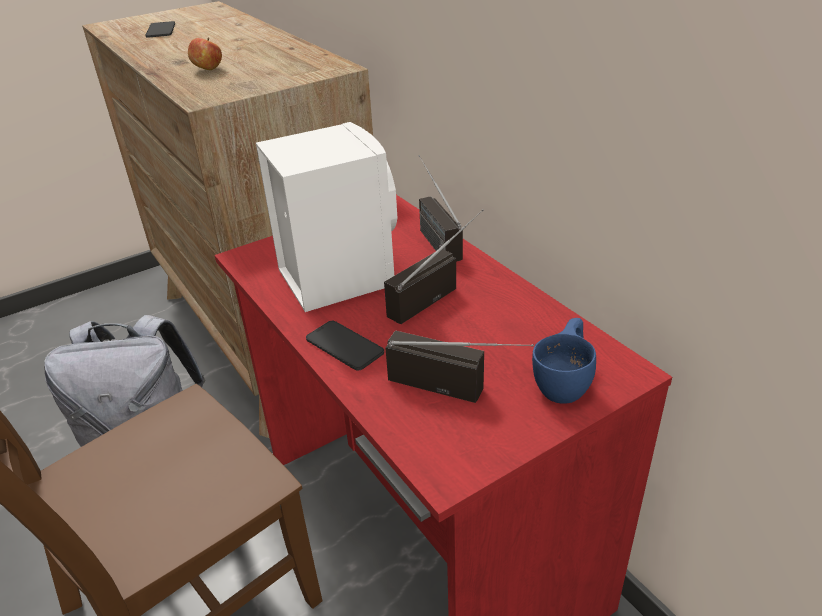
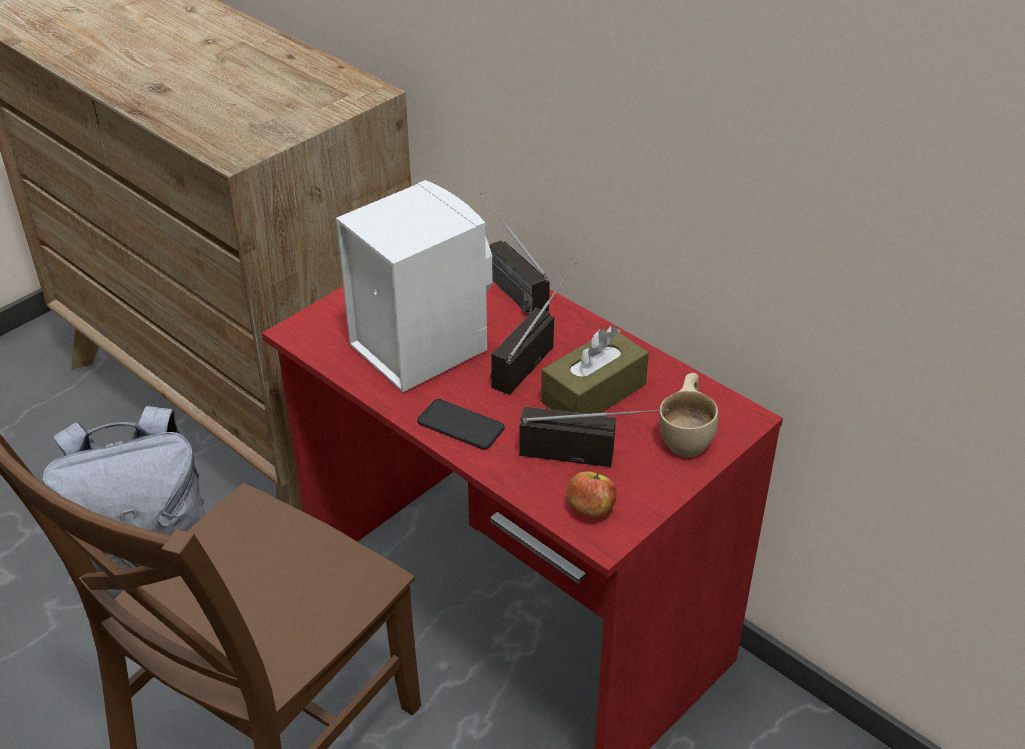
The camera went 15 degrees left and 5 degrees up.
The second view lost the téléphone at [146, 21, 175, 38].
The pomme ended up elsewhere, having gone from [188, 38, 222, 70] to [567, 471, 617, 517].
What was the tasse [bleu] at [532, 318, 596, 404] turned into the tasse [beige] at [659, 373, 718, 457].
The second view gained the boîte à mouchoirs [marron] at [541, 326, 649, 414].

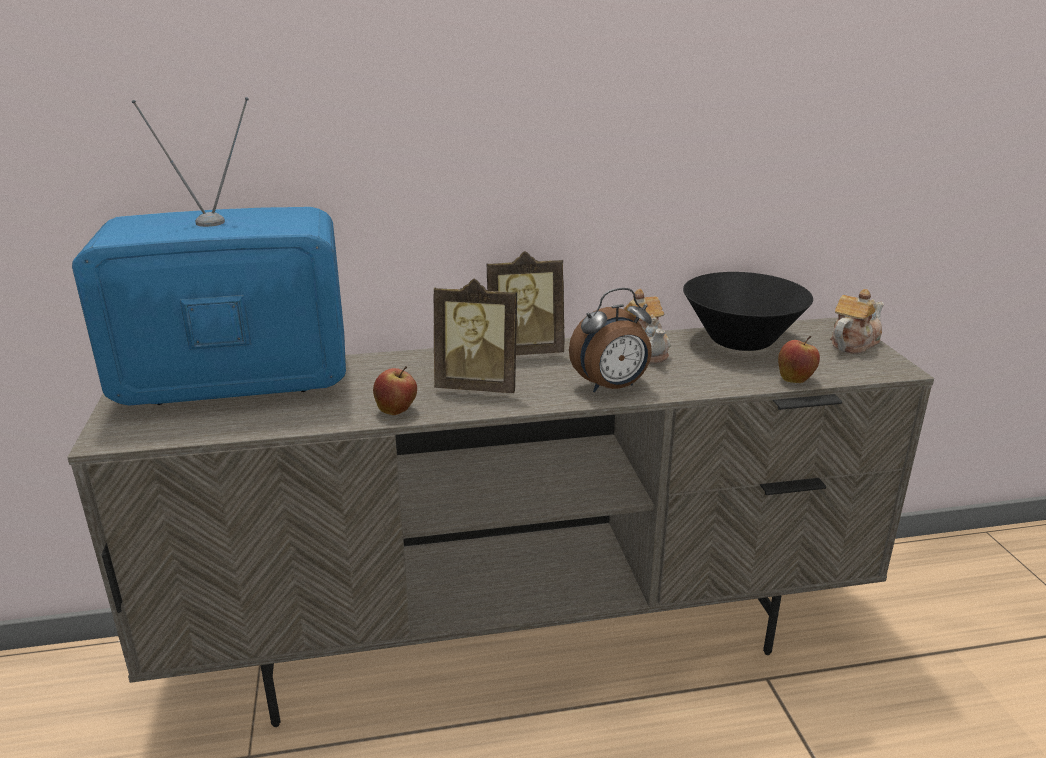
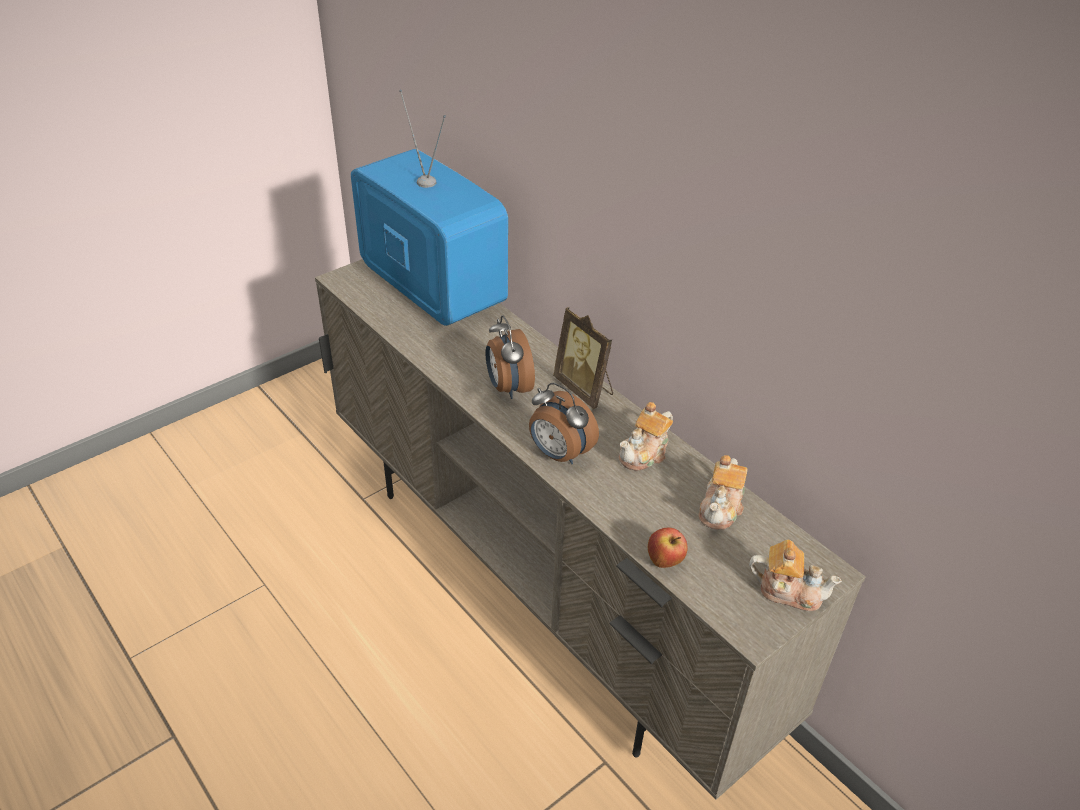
The camera went 60 degrees right and 15 degrees up.
The second view lost the pomme at [373, 366, 417, 415].
Where the cadre photo stood at [433, 278, 517, 393], the réveil came to stand at [486, 315, 535, 399].
Where the bol [noir] stood at [683, 272, 813, 351], the théière came to stand at [699, 455, 747, 530].

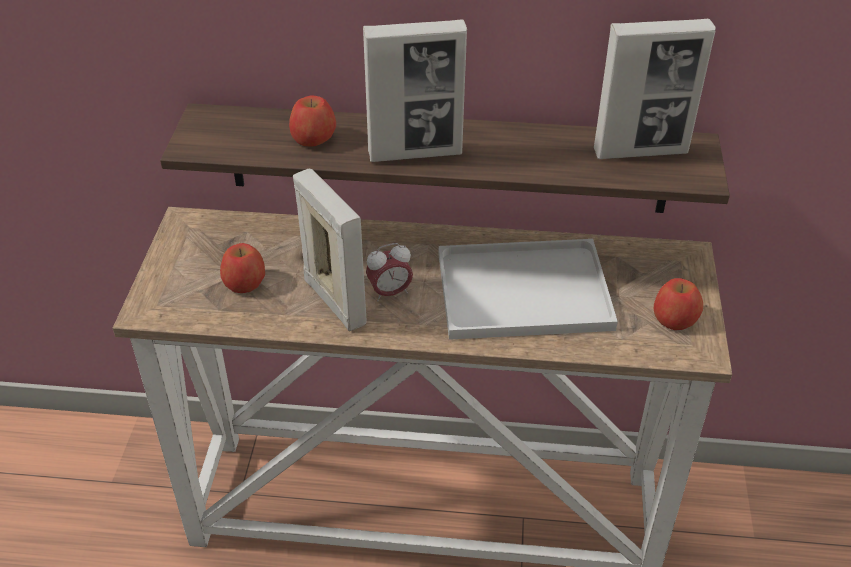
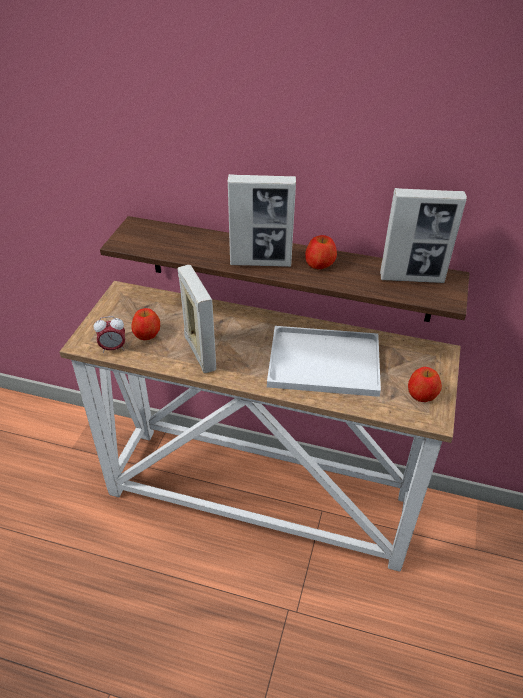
The camera went 10 degrees right and 0 degrees up.
The pomme ended up elsewhere, having gone from [289, 96, 336, 147] to [305, 235, 337, 269].
The réveil ended up elsewhere, having gone from [366, 243, 413, 301] to [94, 316, 125, 353].

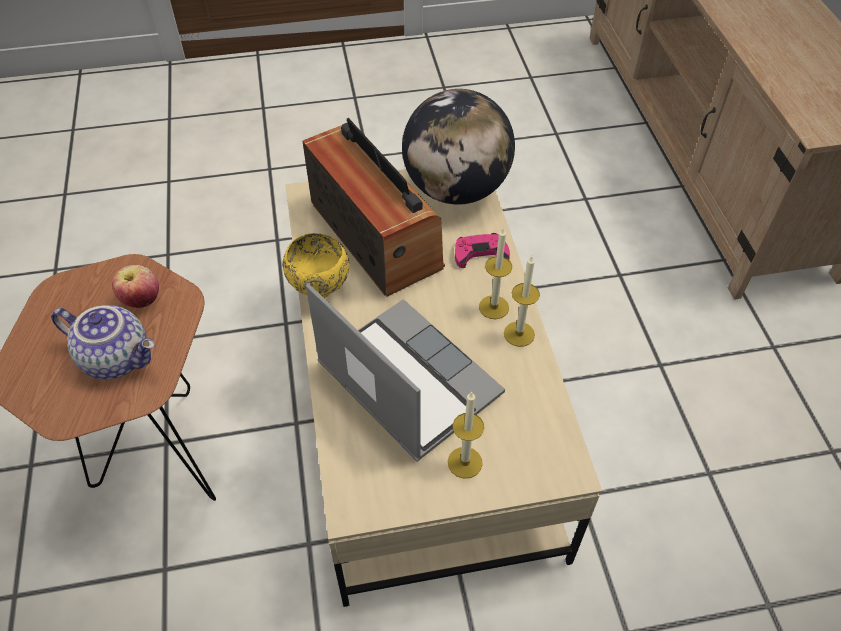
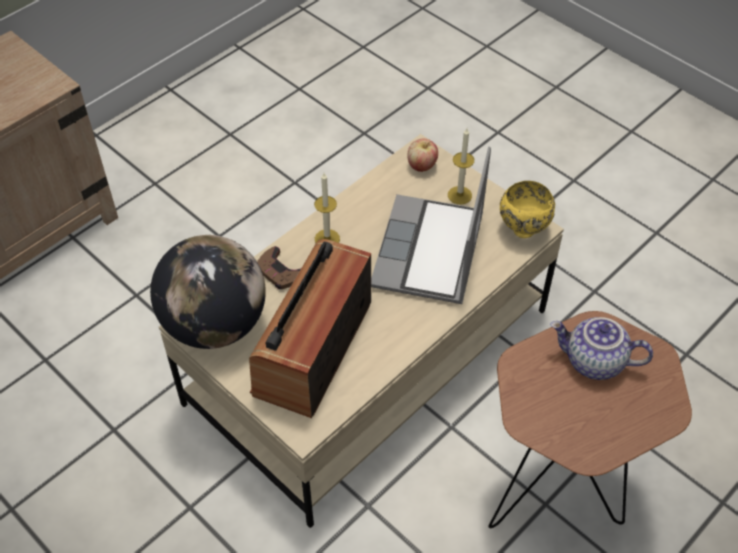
The camera went 125 degrees left and 0 degrees up.
The théière at [51, 305, 155, 379] ended up facing another way, 60 degrees counterclockwise from before.
The pomme ended up elsewhere, having gone from [112, 265, 159, 308] to [407, 139, 438, 172].
The bol [jaune] ended up elsewhere, having gone from [282, 233, 350, 298] to [500, 181, 555, 238].
What was the manette [rose] at [455, 233, 510, 268] turned into the manette [marron] at [257, 246, 301, 289].
The second view lost the bougie at [504, 256, 540, 347].

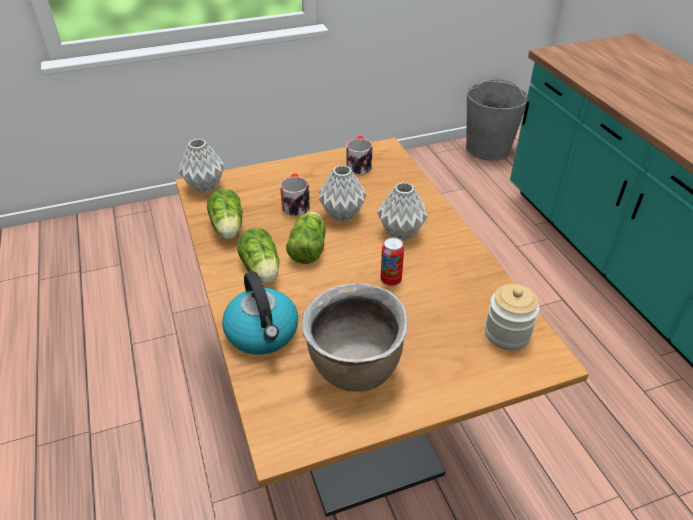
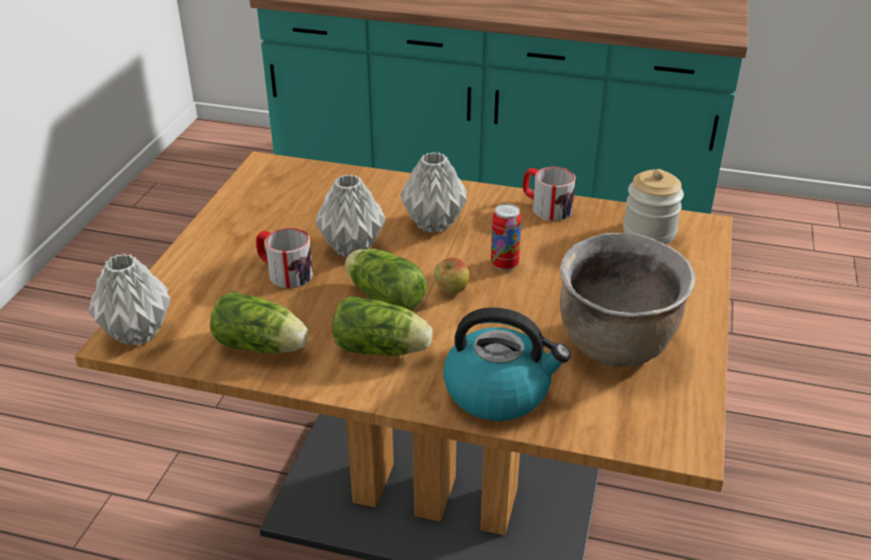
The camera went 55 degrees left and 5 degrees down.
The mug ended up elsewhere, having gone from [346, 136, 373, 174] to [523, 167, 576, 221].
The second view lost the seau [gris] at [466, 79, 528, 161].
The second view gained the pomme at [434, 258, 469, 294].

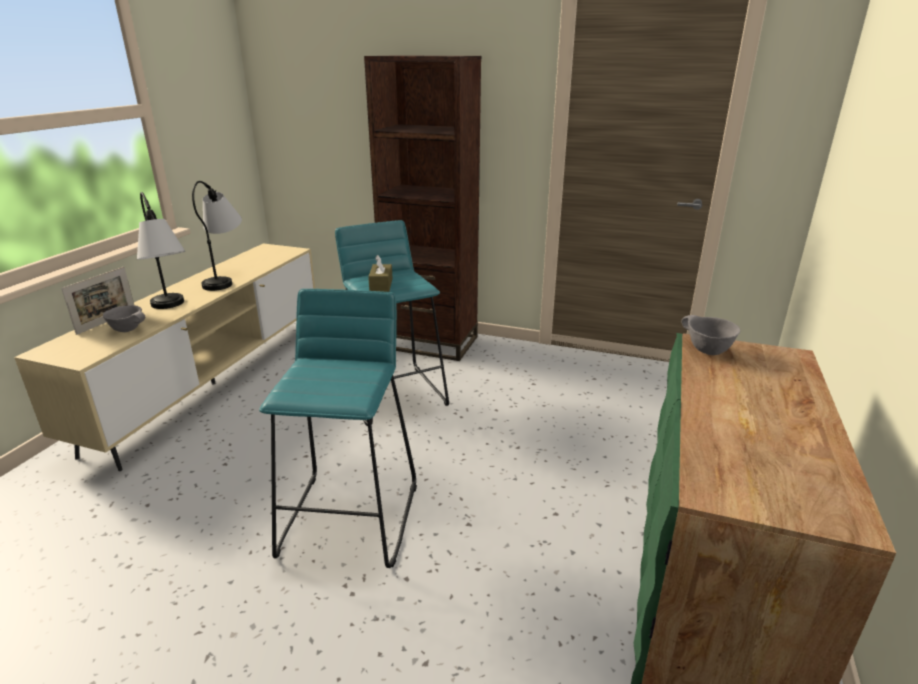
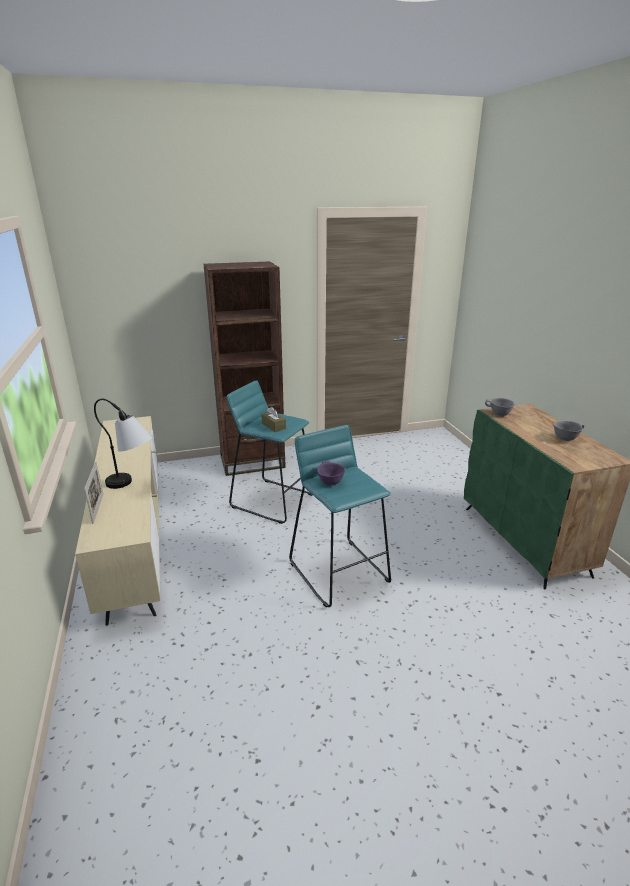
The camera went 35 degrees left and 0 degrees up.
The bol [gris] ended up elsewhere, having gone from [103, 305, 145, 332] to [553, 421, 584, 441].
The second view lost the lampe de table at [192, 181, 242, 291].
The second view gained the bol [violet] at [317, 461, 345, 486].

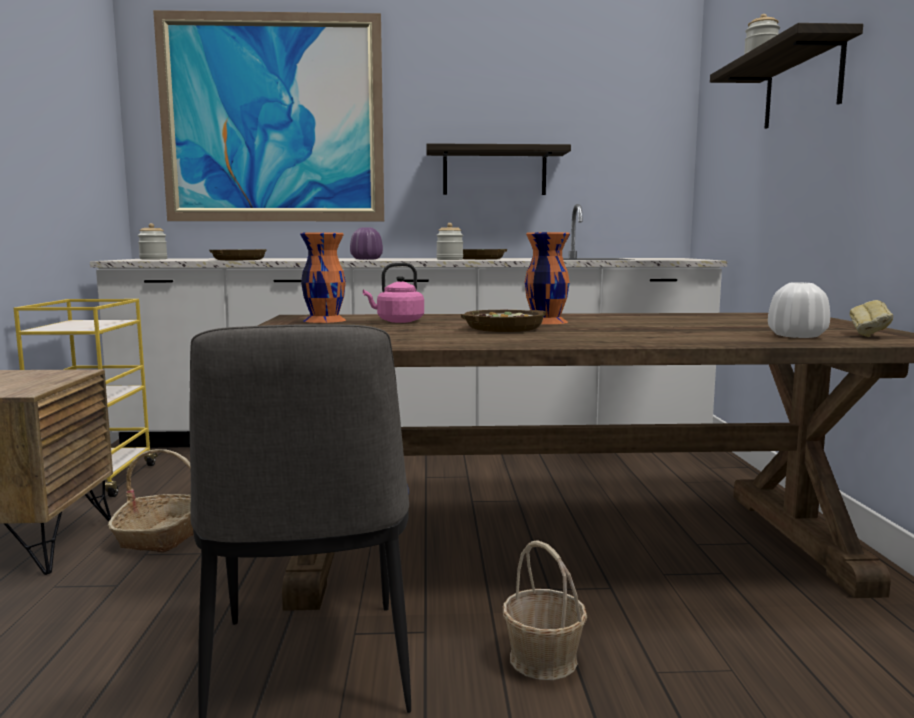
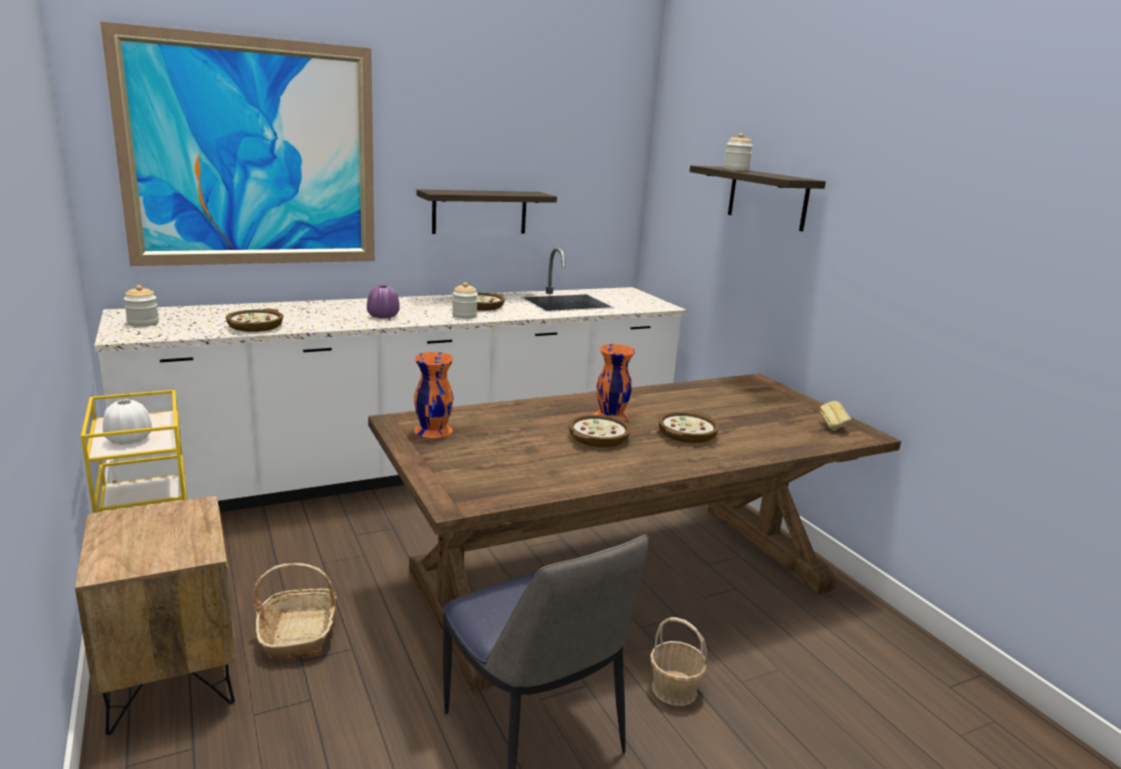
The camera went 25 degrees left and 10 degrees up.
The second view lost the bouilloire [rose] at [363, 263, 424, 323].
The vase [blanc] ended up elsewhere, having gone from [768, 282, 830, 338] to [103, 399, 152, 445].
The second view gained the bol at [658, 412, 719, 443].

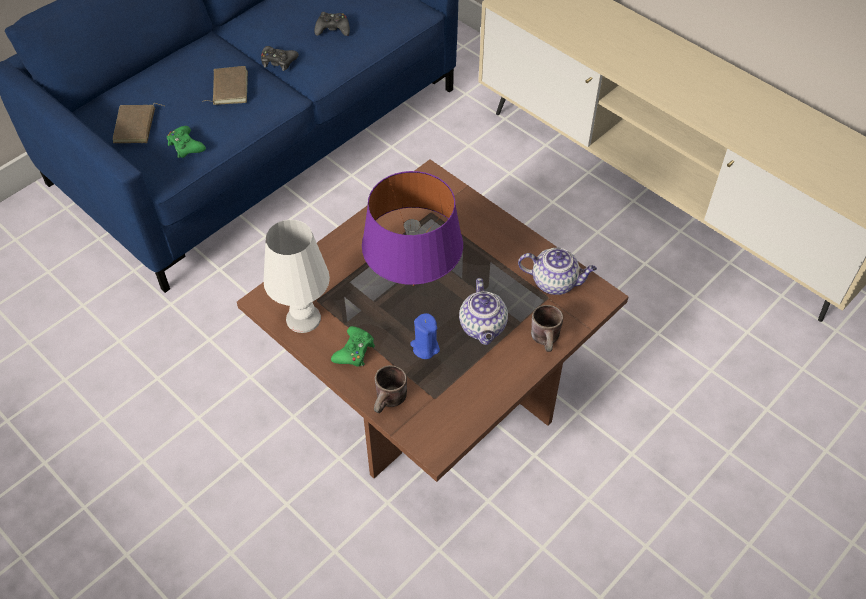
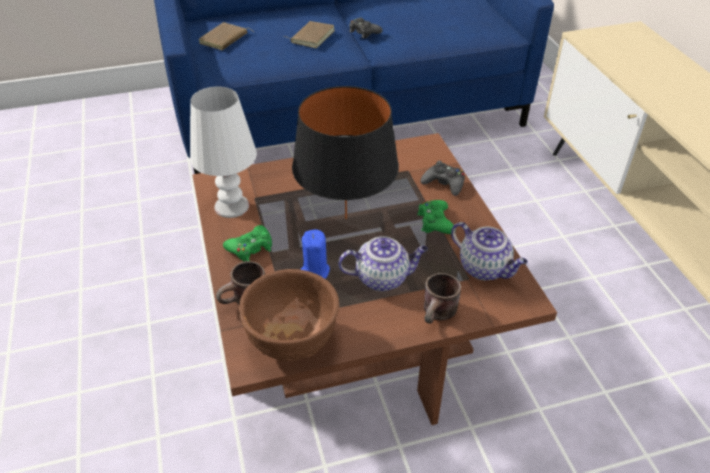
The camera went 30 degrees right and 10 degrees down.
The manette [vert] ended up elsewhere, having gone from [167, 126, 206, 158] to [417, 200, 456, 234].
The manette [noir] ended up elsewhere, having gone from [314, 12, 350, 36] to [421, 161, 465, 196].
What was the lampe de table [violet] at [362, 171, 463, 286] turned into the lampe de table [noir] at [292, 86, 399, 219].
The théière at [459, 278, 508, 345] ended up facing another way, 120 degrees counterclockwise from before.
The second view gained the bol [marron] at [239, 269, 339, 361].

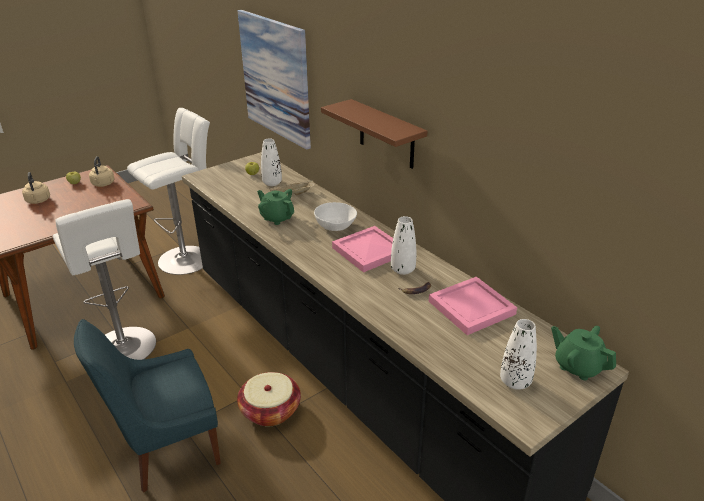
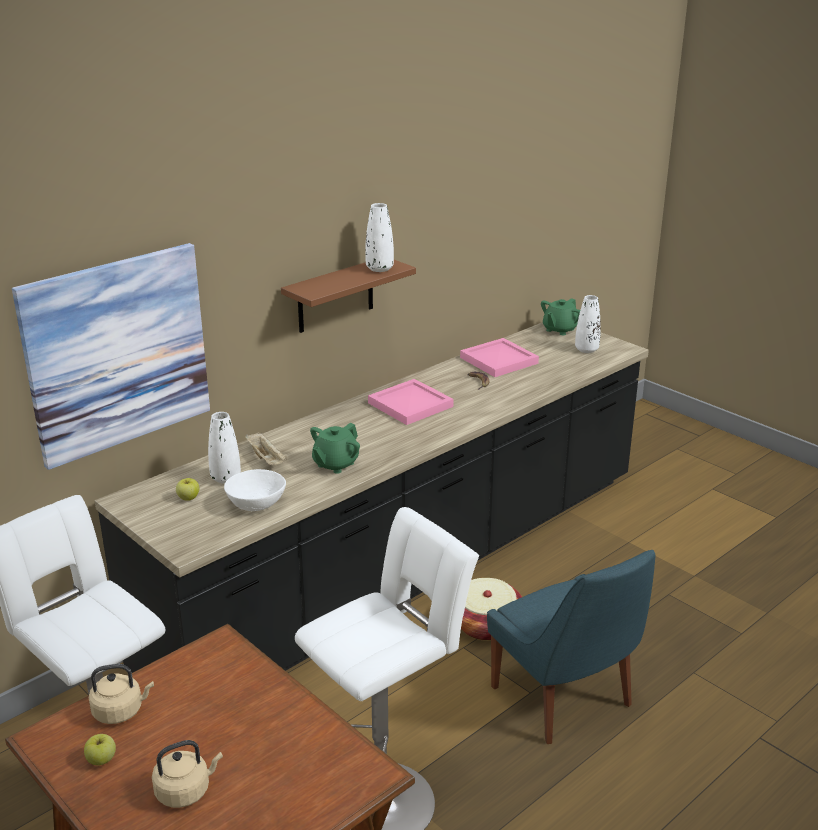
The camera went 95 degrees left and 5 degrees down.
The bol [blanc] ended up elsewhere, having gone from [314, 202, 357, 231] to [224, 469, 286, 511].
The vase [blanc] ended up elsewhere, having gone from [391, 216, 416, 275] to [365, 203, 394, 272].

